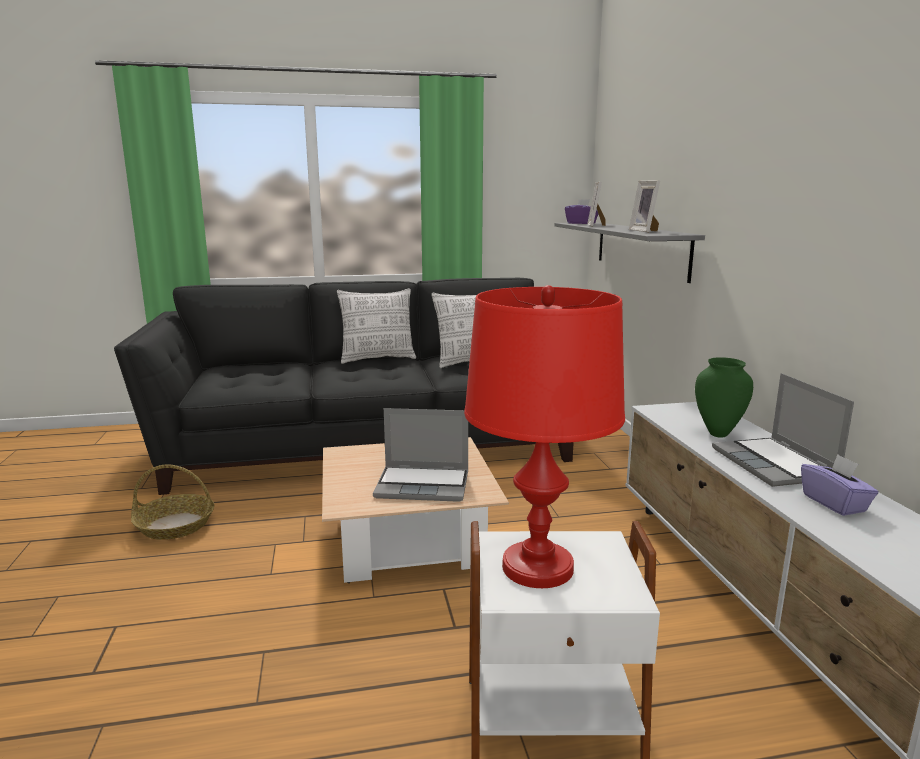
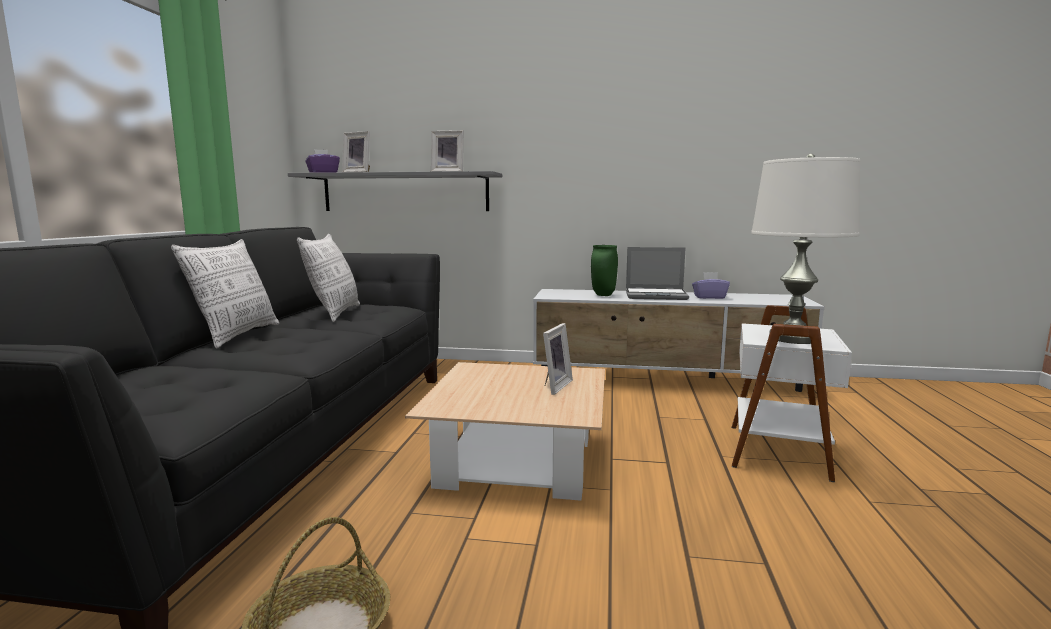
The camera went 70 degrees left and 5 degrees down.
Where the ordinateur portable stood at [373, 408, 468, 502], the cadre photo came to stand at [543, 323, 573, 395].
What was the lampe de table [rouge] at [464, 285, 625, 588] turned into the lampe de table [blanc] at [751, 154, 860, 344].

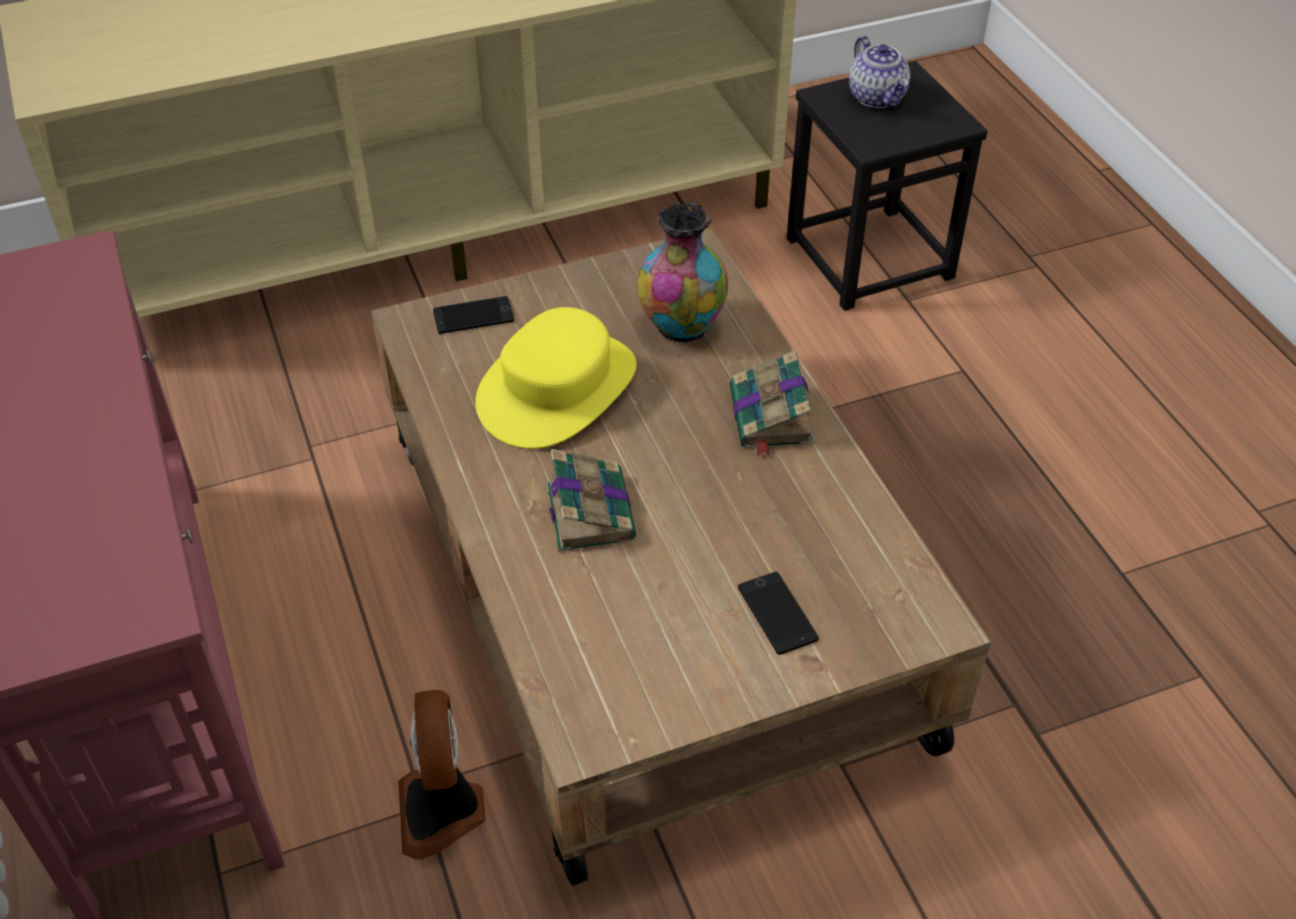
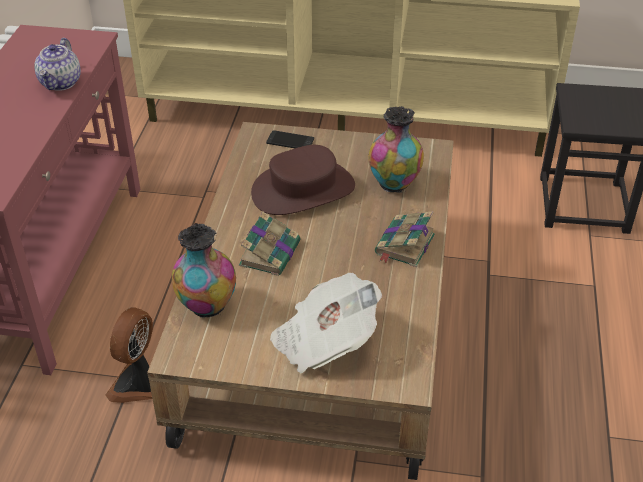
The camera went 30 degrees right and 5 degrees down.
What was the chapeau [jaune] at [475, 307, 637, 449] turned into the chapeau [marron] at [251, 145, 355, 215].
Where the téléphone stood at [738, 572, 819, 655], the journal came to stand at [270, 273, 382, 373].
The théière ended up elsewhere, having gone from [849, 36, 910, 108] to [34, 38, 81, 91].
The second view gained the vase at [172, 223, 236, 318].

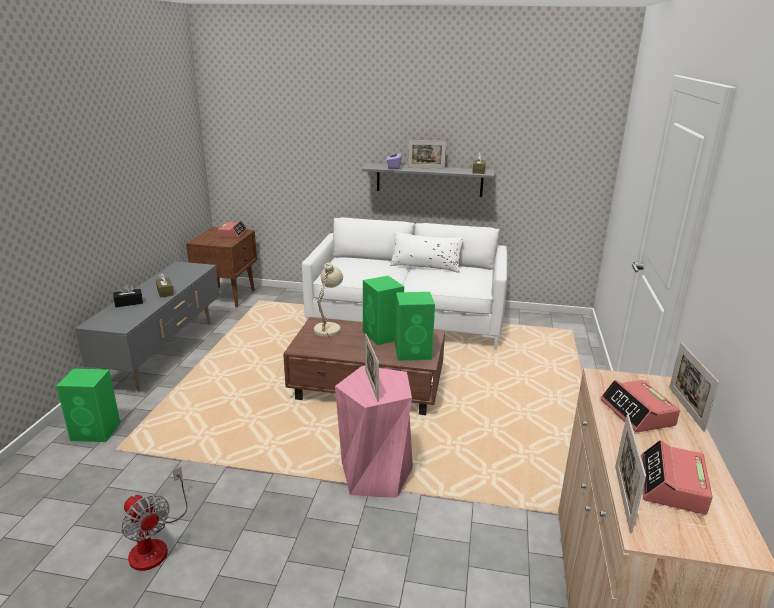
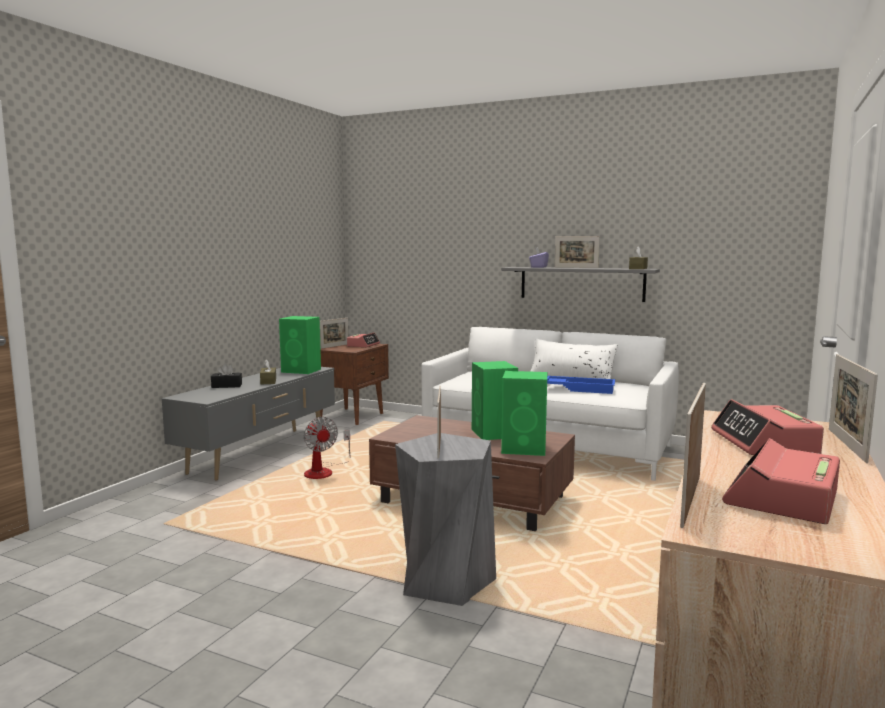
The camera went 15 degrees right and 15 degrees down.
The enceinte [vert] ended up elsewhere, having gone from [56, 369, 120, 442] to [279, 316, 321, 374].
The ventilateur ended up elsewhere, having gone from [121, 467, 188, 571] to [304, 417, 351, 479].
The second view lost the lampe de table [beige] at [314, 263, 343, 341].
What was the tabouret [rose] at [335, 366, 413, 498] turned into the tabouret [gris] at [395, 433, 496, 606].
The second view gained the cadre photo at [320, 318, 348, 349].
The second view gained the plateau [bleu] at [547, 376, 615, 394].

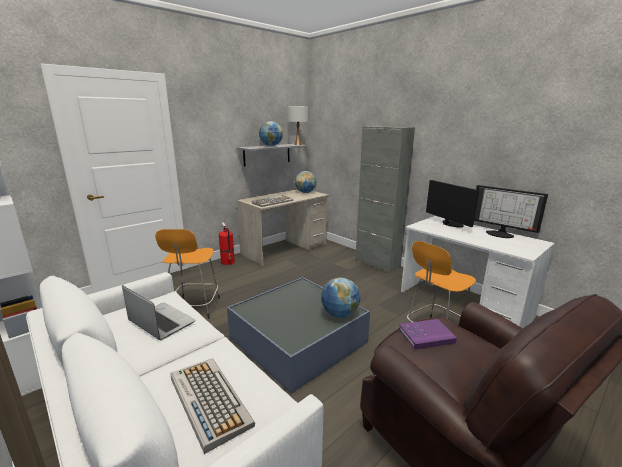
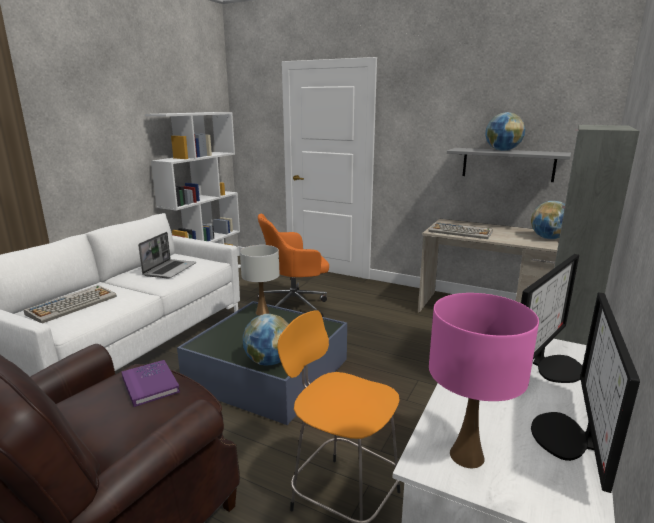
The camera went 70 degrees right and 0 degrees up.
Where the tabouret [orange] stood at [155, 229, 220, 319], the chaise de bureau [orange] came to stand at [257, 214, 329, 317].
The second view lost the extincteur at [219, 222, 235, 265].
The lampe de table [blanc] ended up elsewhere, having gone from [287, 106, 308, 145] to [240, 245, 280, 316].
The second view gained the lampe de table [rose] at [429, 293, 539, 468].

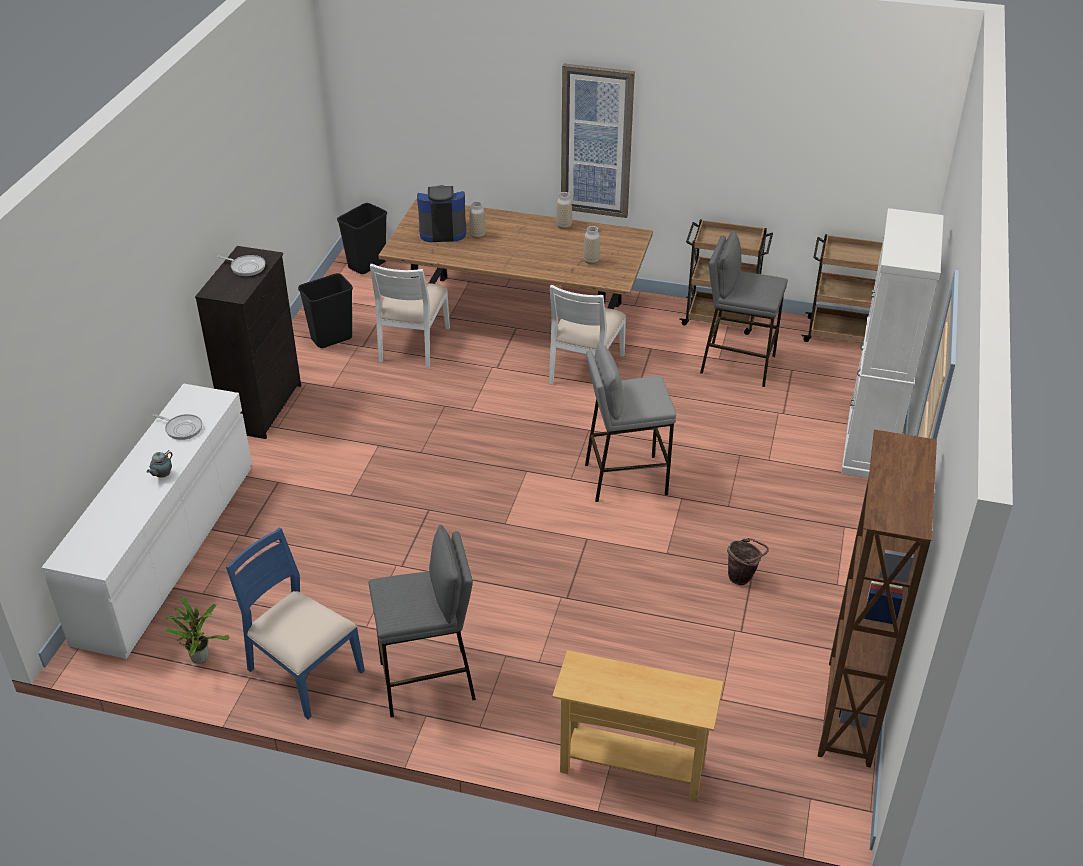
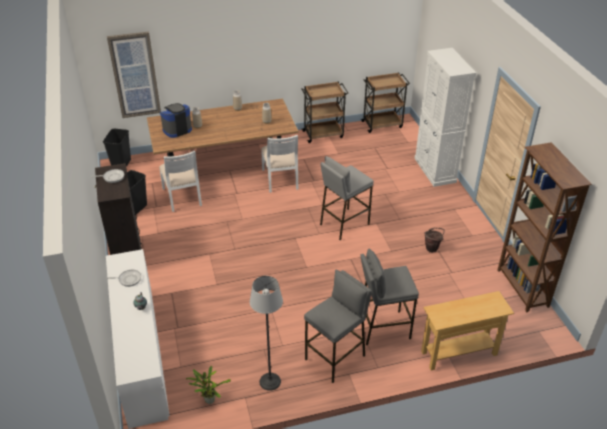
The camera went 30 degrees left and 0 degrees up.
Where the chaise [bleu] stood at [226, 528, 365, 719], the lampadaire came to stand at [250, 276, 283, 391].
The tableau ended up elsewhere, having gone from [561, 63, 635, 218] to [107, 32, 161, 118].
The tabouret [gris] ended up elsewhere, having gone from [700, 230, 788, 387] to [360, 248, 419, 345].

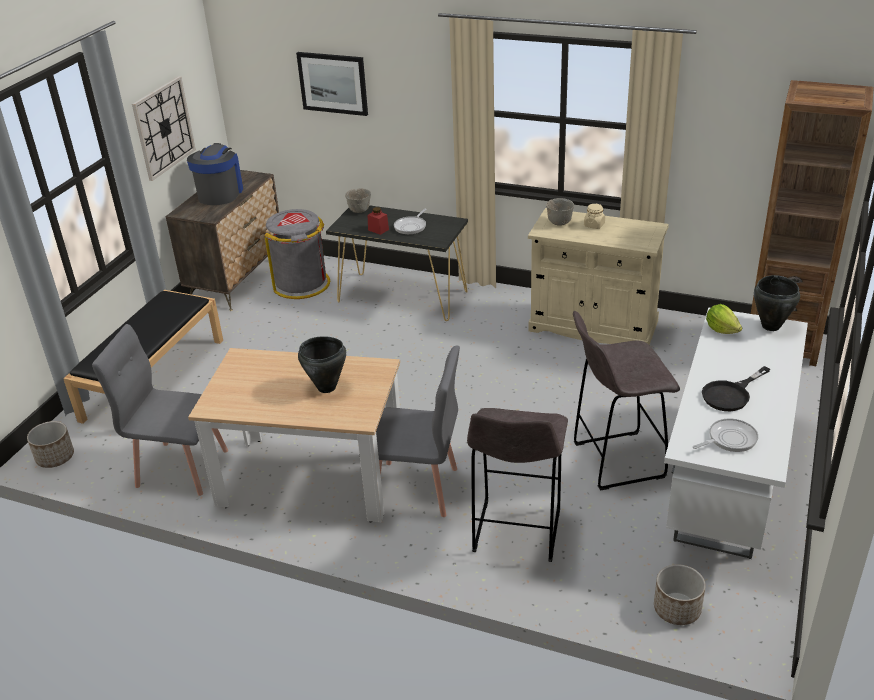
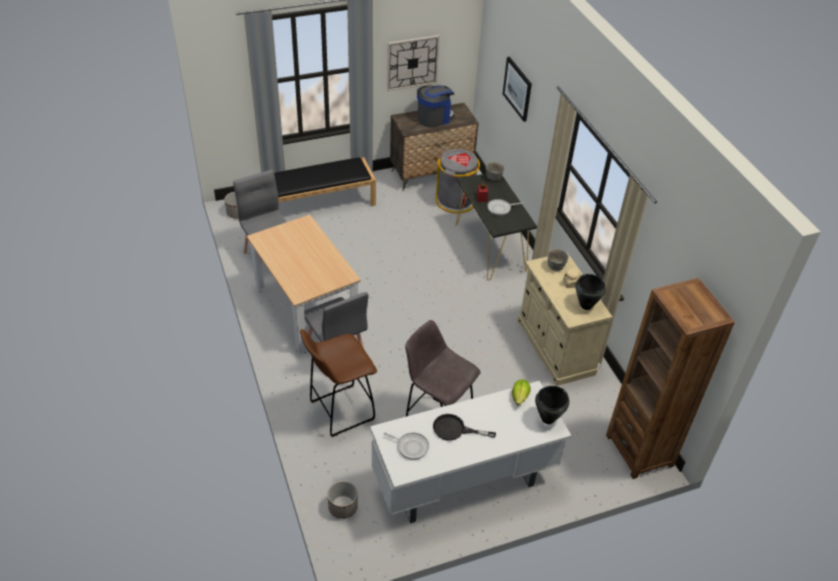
The camera went 45 degrees right and 10 degrees up.
The marmite [noir] ended up elsewhere, having gone from [298, 336, 346, 393] to [575, 274, 606, 310].
What was the tabouret [gris] at [467, 408, 568, 562] turned into the tabouret [marron] at [300, 329, 377, 437].

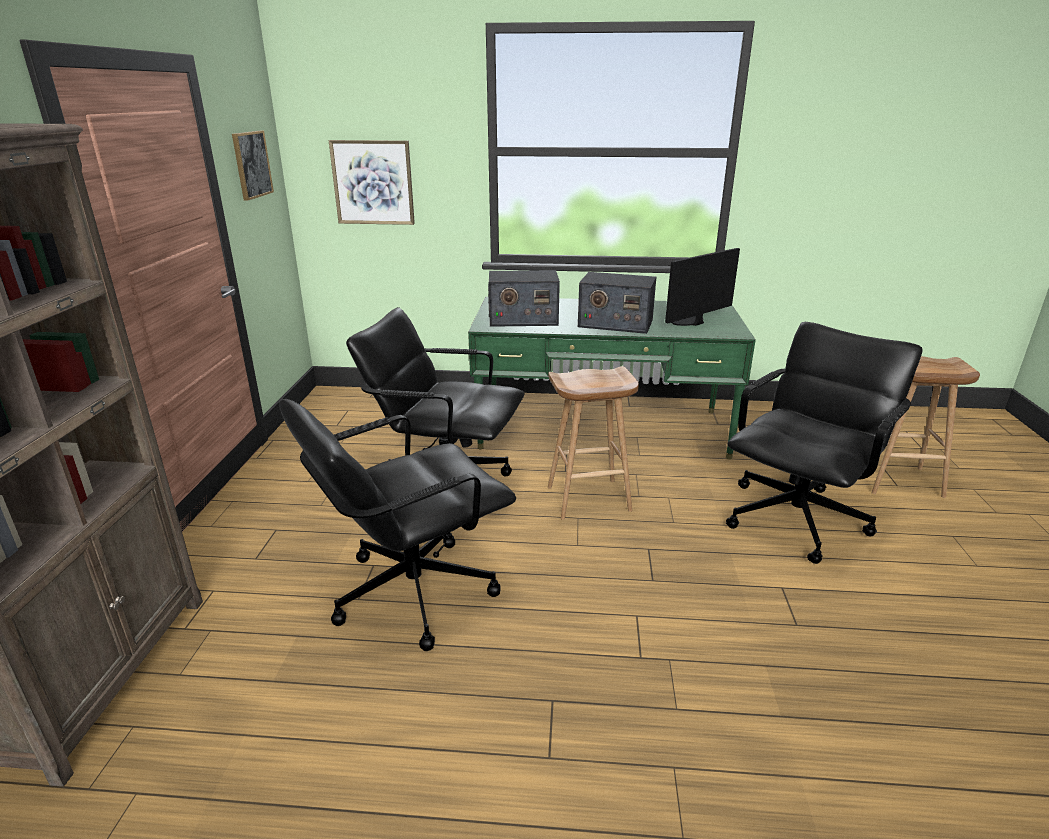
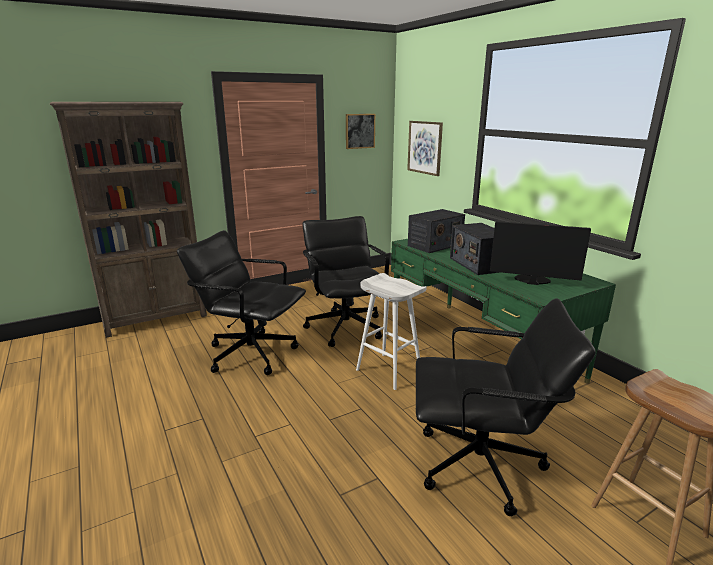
The camera went 55 degrees right and 5 degrees down.
The radio at [488, 270, 560, 327] ended up facing another way, 90 degrees counterclockwise from before.
What was the tabouret [marron] at [548, 366, 639, 520] turned into the tabouret [blanc] at [356, 273, 427, 390].

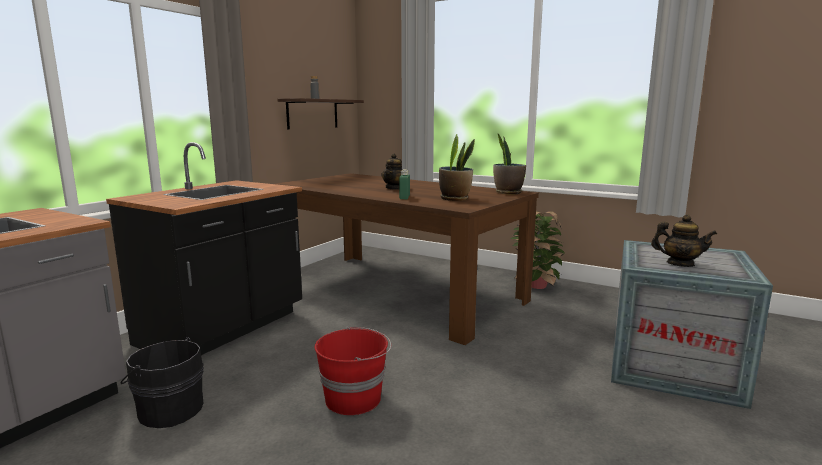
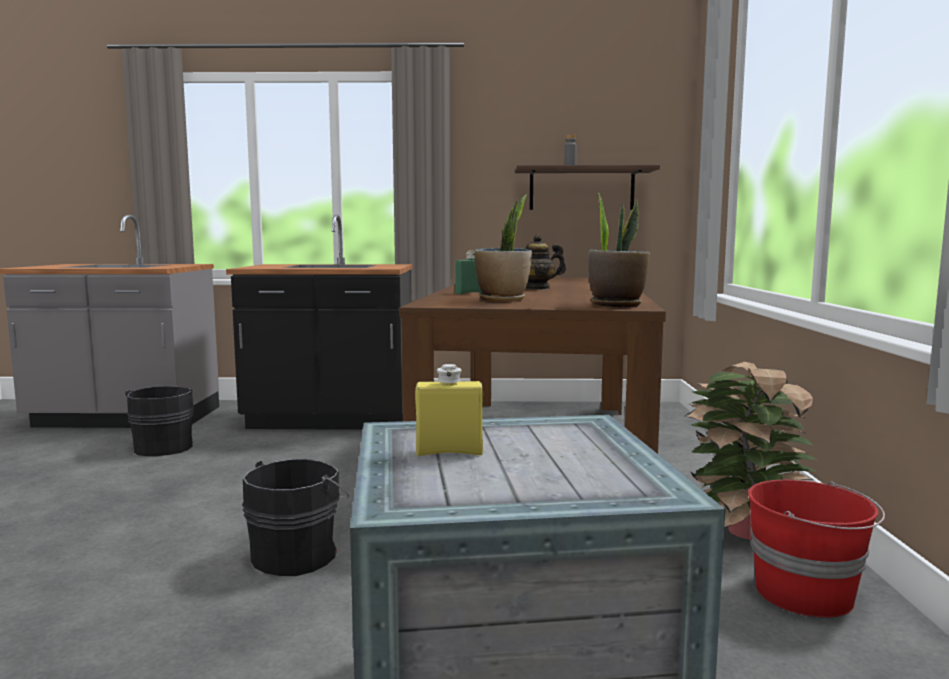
The camera went 60 degrees right and 5 degrees down.
The seau [rouge] ended up elsewhere, having gone from [315, 327, 391, 415] to [748, 480, 885, 618].
Where the théière stood at [651, 215, 717, 267], the bouteille [jaune] came to stand at [415, 364, 483, 456].
The second view gained the seau [noir] at [242, 459, 349, 576].

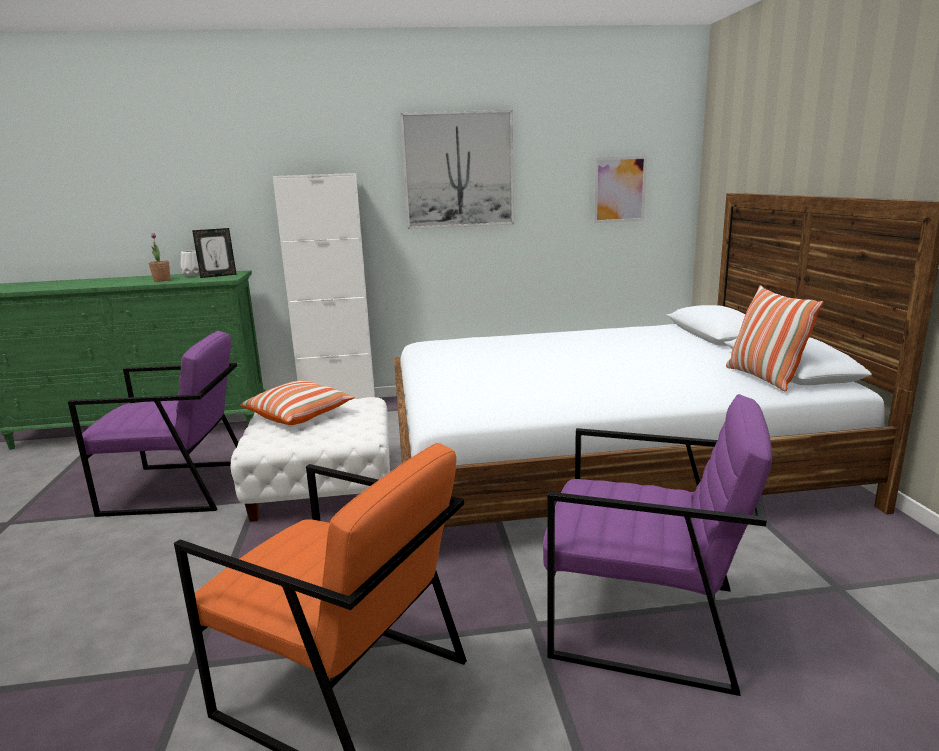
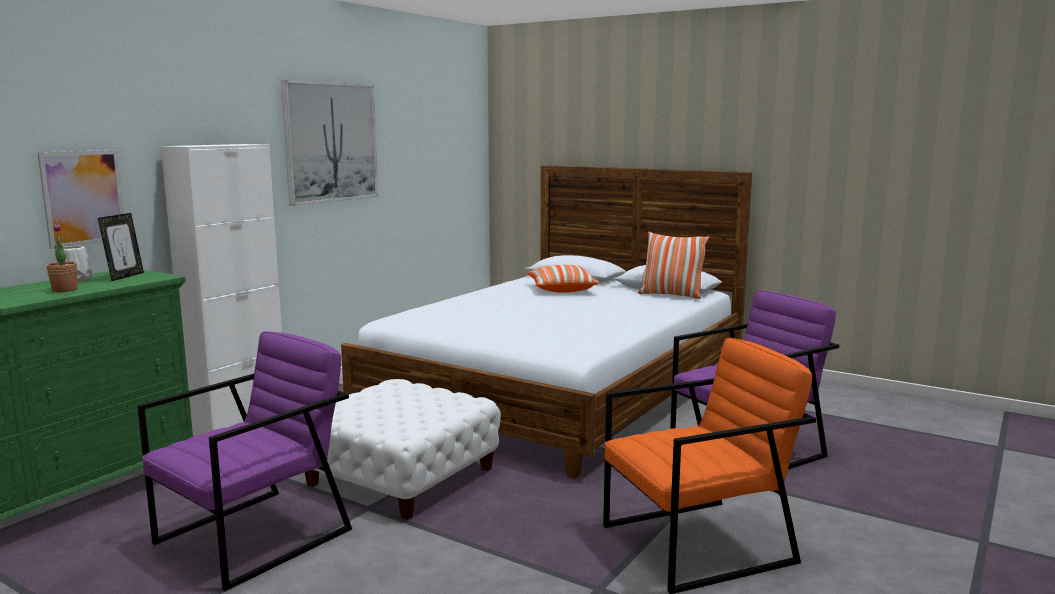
The camera went 50 degrees left and 5 degrees down.
The coussin ended up elsewhere, having gone from [240, 381, 355, 425] to [528, 265, 599, 293].
The tableau ended up elsewhere, having gone from [594, 156, 647, 223] to [37, 150, 124, 249].

